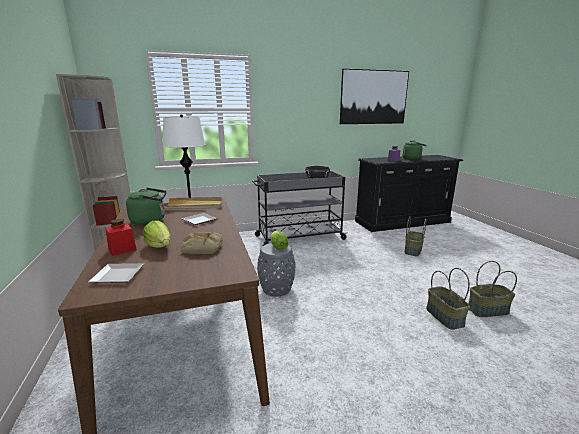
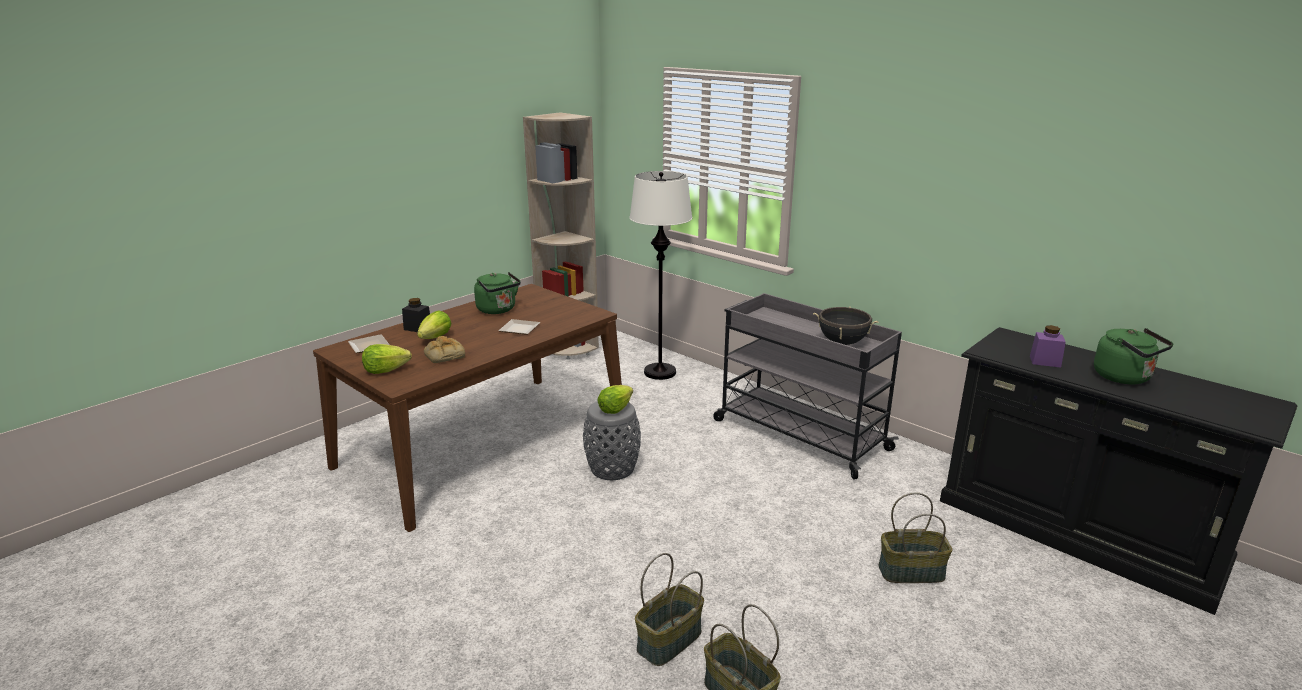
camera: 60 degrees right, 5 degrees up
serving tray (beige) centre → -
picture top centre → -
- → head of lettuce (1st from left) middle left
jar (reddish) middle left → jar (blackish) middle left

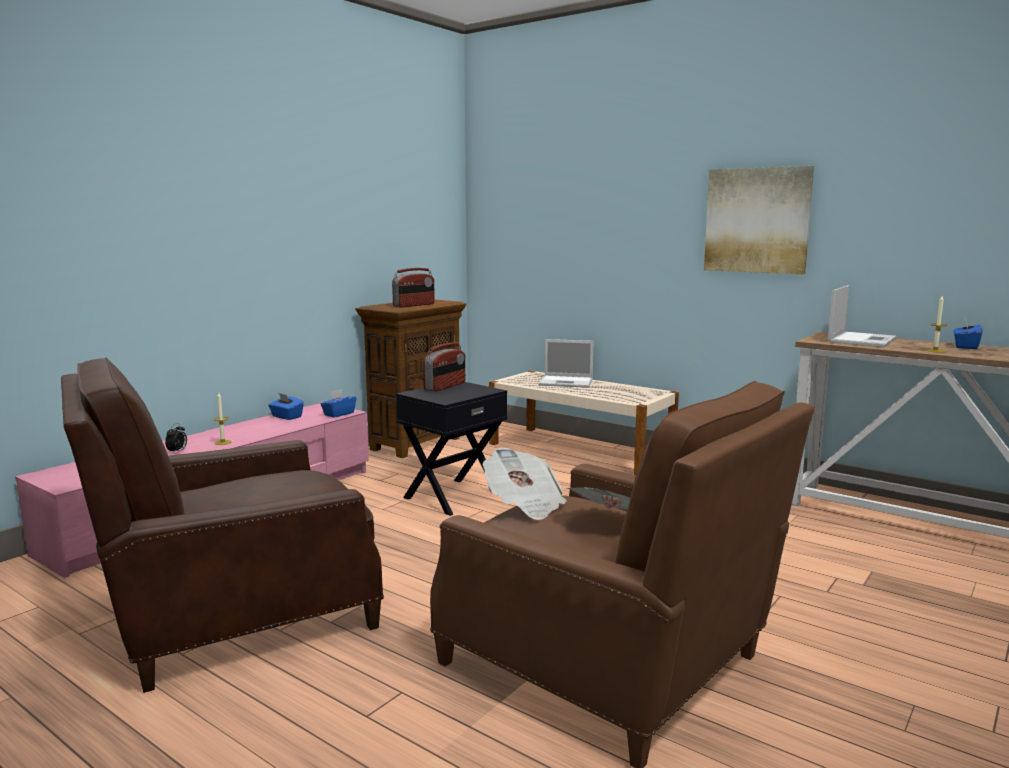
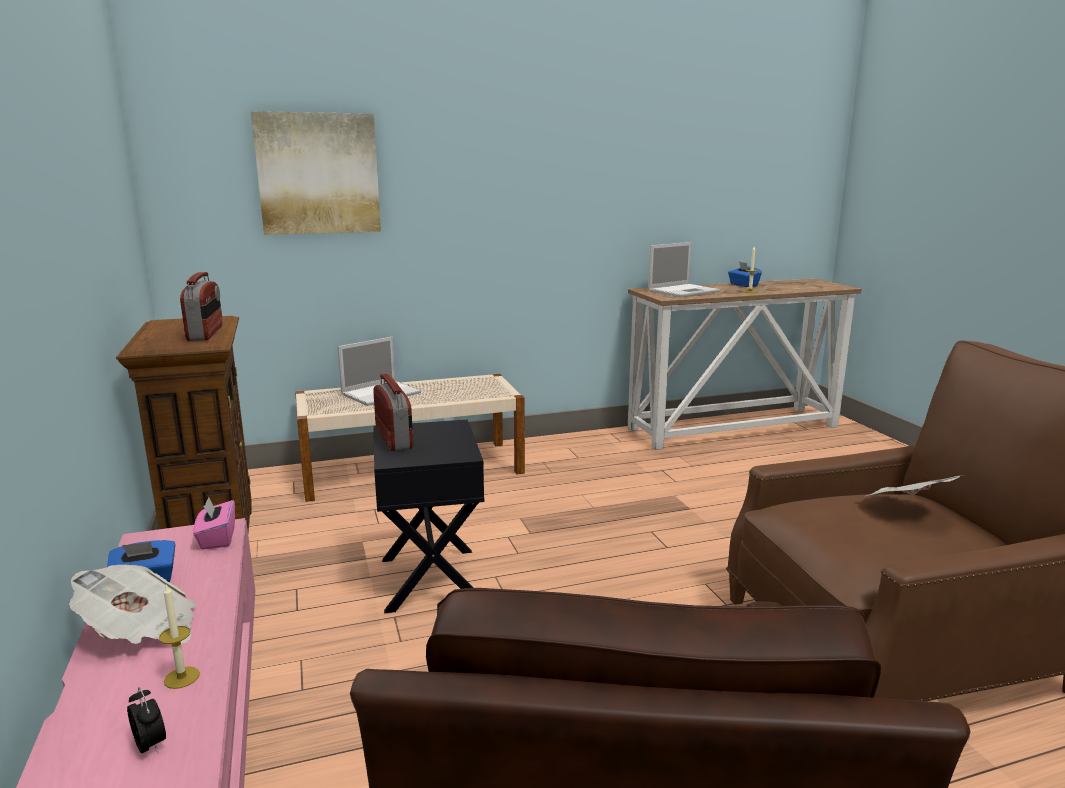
camera: 55 degrees left, 5 degrees up
daily paper (1st from left) centre → daily paper (1st from left) bottom left, moved
picture top right → picture top left, moved
tissue box (blue-coloured) (2nd from left) centre → tissue box (pink-coloured) middle left
notebook computer (2nd from left) middle right → notebook computer (2nd from left) centre, 75 degrees clockwise

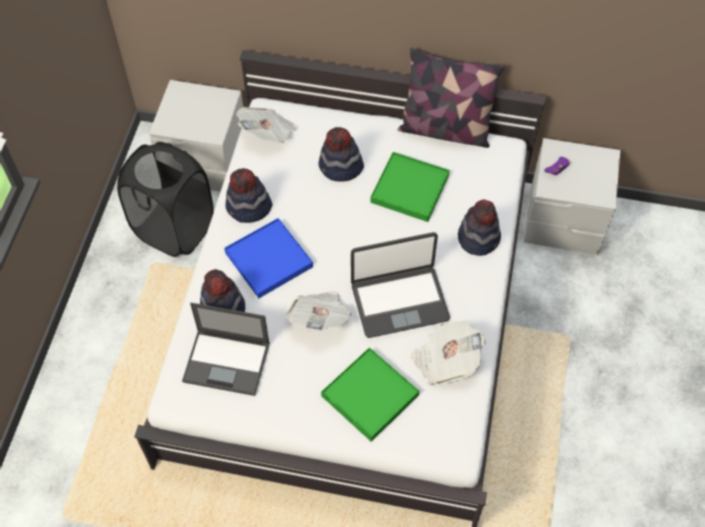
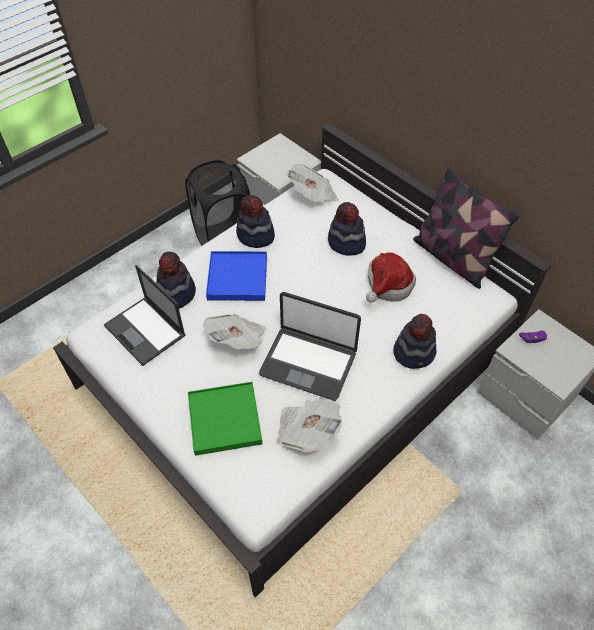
camera: 35 degrees right, 5 degrees down
serving tray (greenish) (2nd from left) centre → hat (4th from left) centre

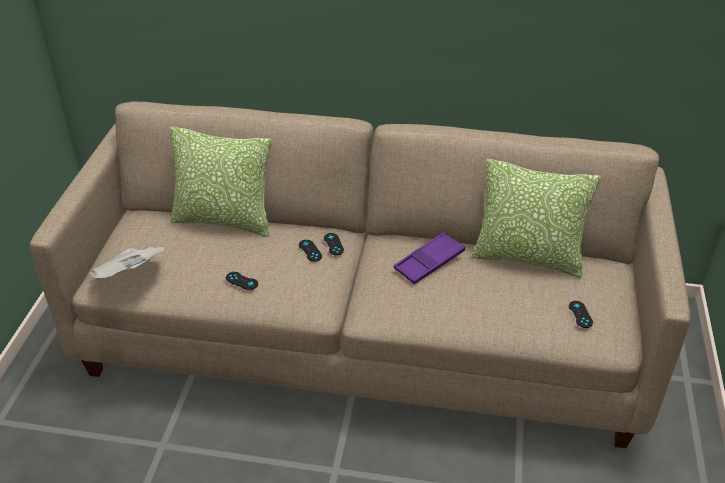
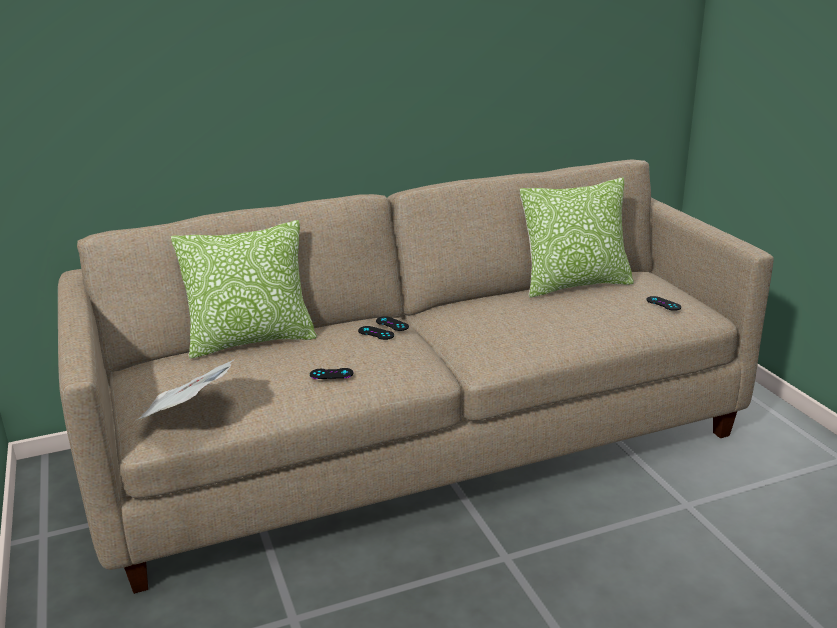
camera: 30 degrees left, 15 degrees down
serving tray (purplish) centre → -

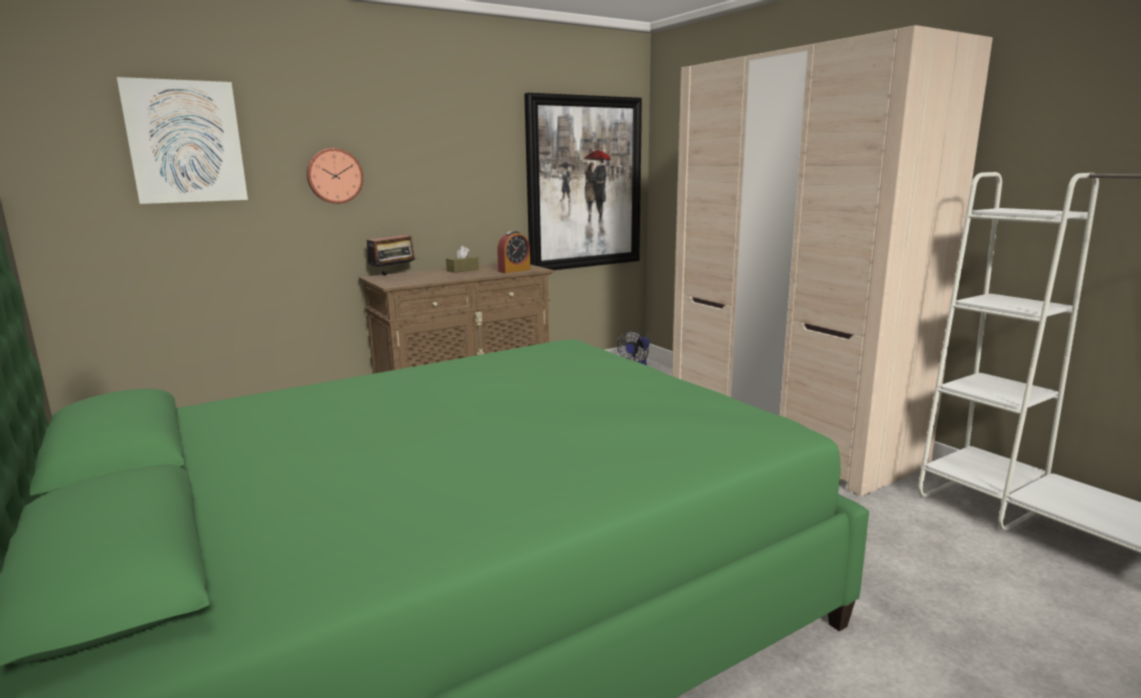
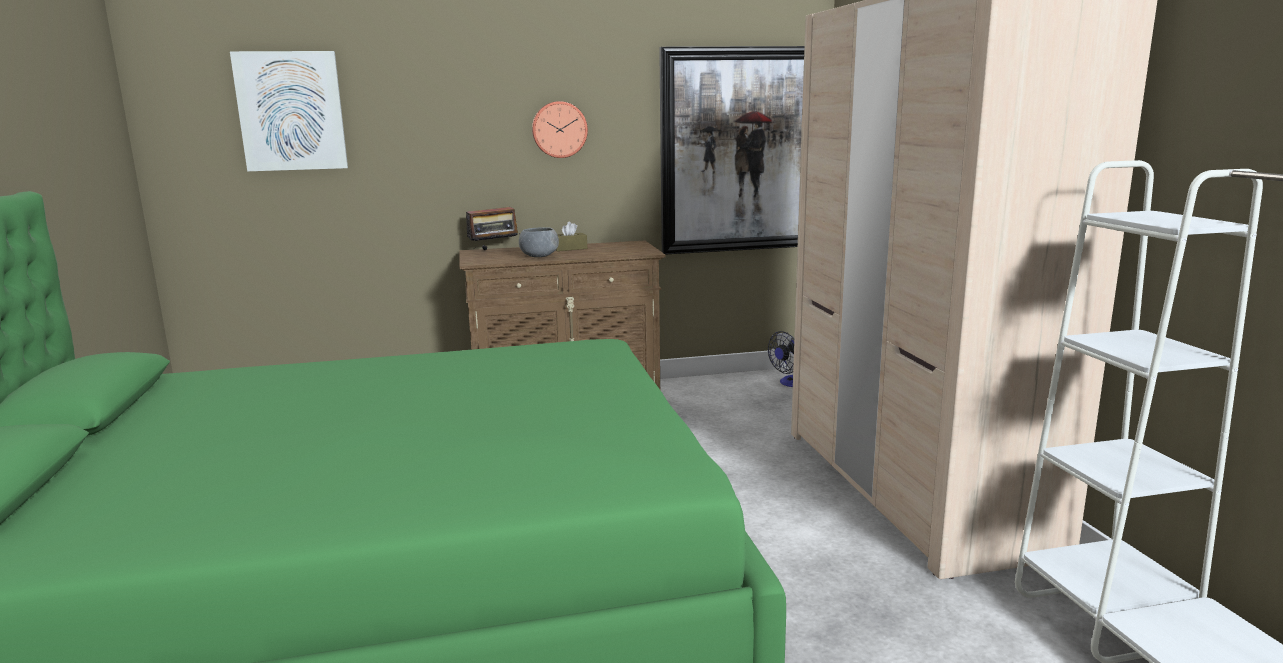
camera: 20 degrees right, 0 degrees up
bedside clock centre → -
- → bowl (greyish) centre
clock on the wall top left → clock on the wall top centre, moved

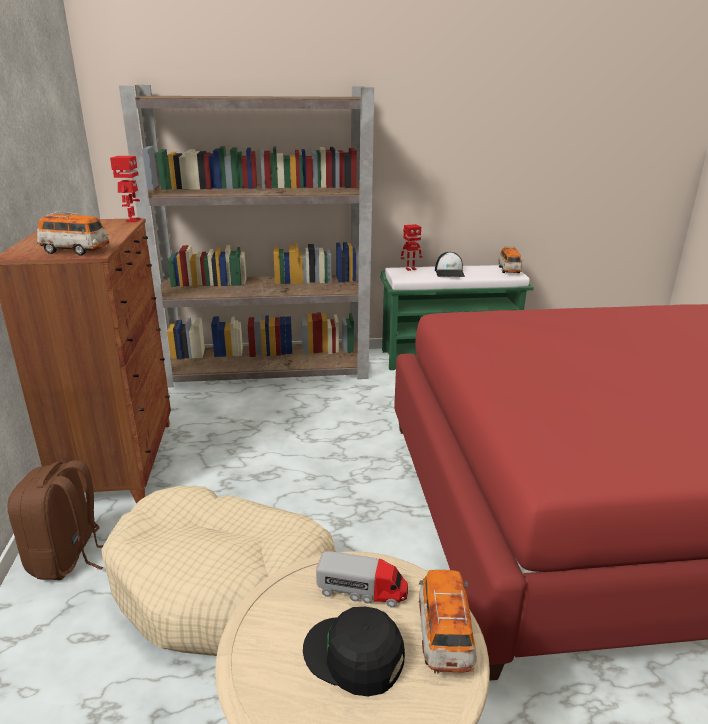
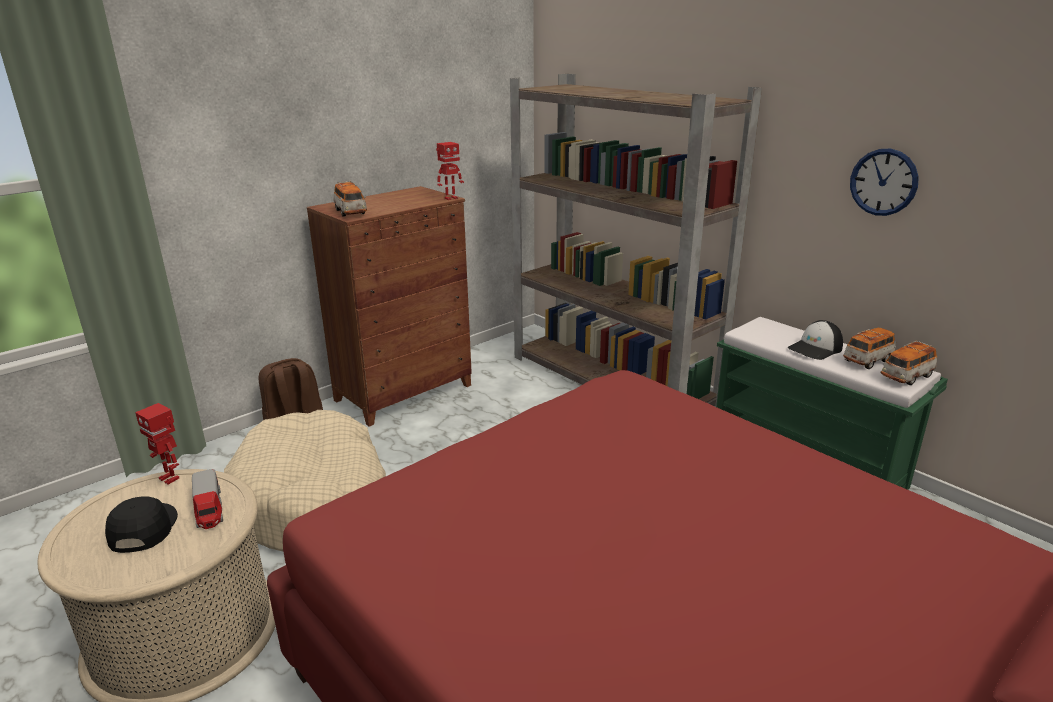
camera: 55 degrees right, 0 degrees up
- → clock on the wall top right
toy robot (2nd from left in the first image) centre → toy robot (1st from left) middle left, moved
model car (2nd from left) bottom centre → model car (2nd from left) middle right, moved

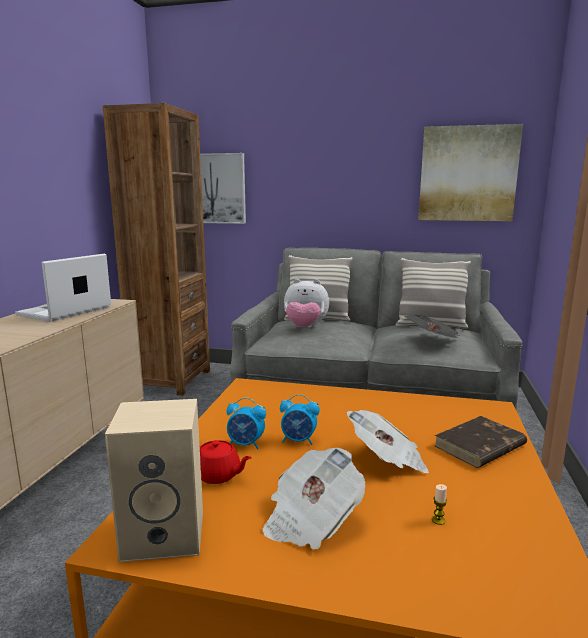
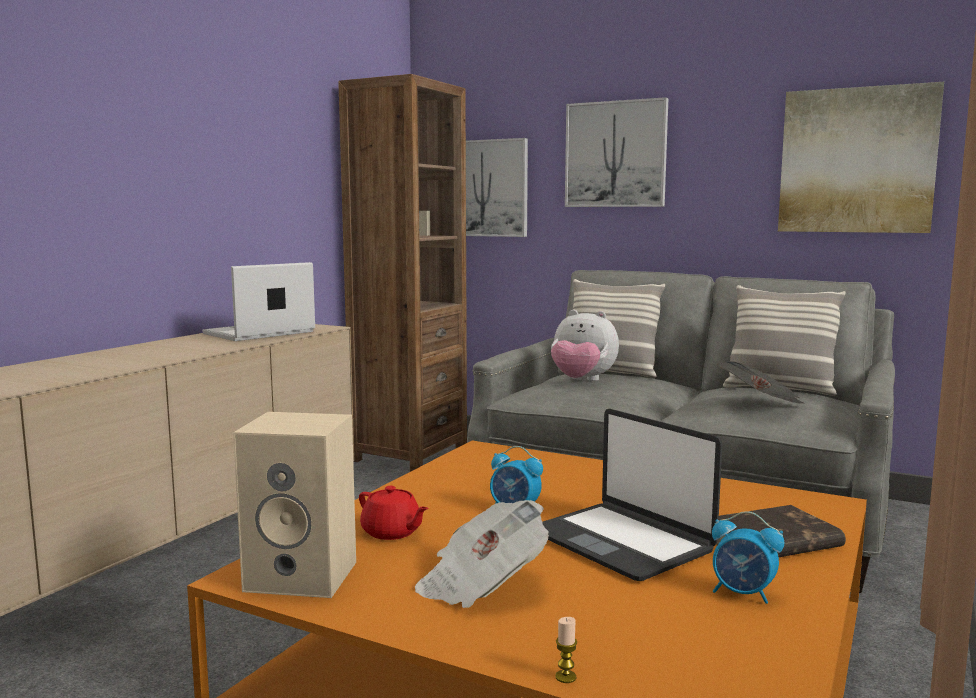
camera: 15 degrees right, 5 degrees down
- → picture (2nd from left) top centre
bedside clock (1st from left in the first image) centre → bedside clock (2nd from left) bottom right, moved
wax light bottom right → wax light bottom centre, moved
daily paper (2nd from left) bottom centre → notebook computer (2nd from left) bottom centre

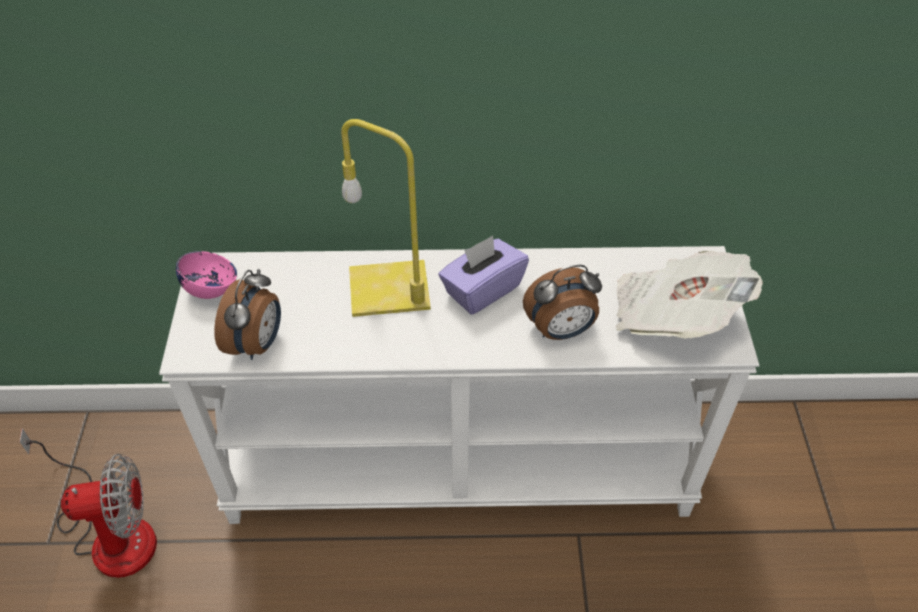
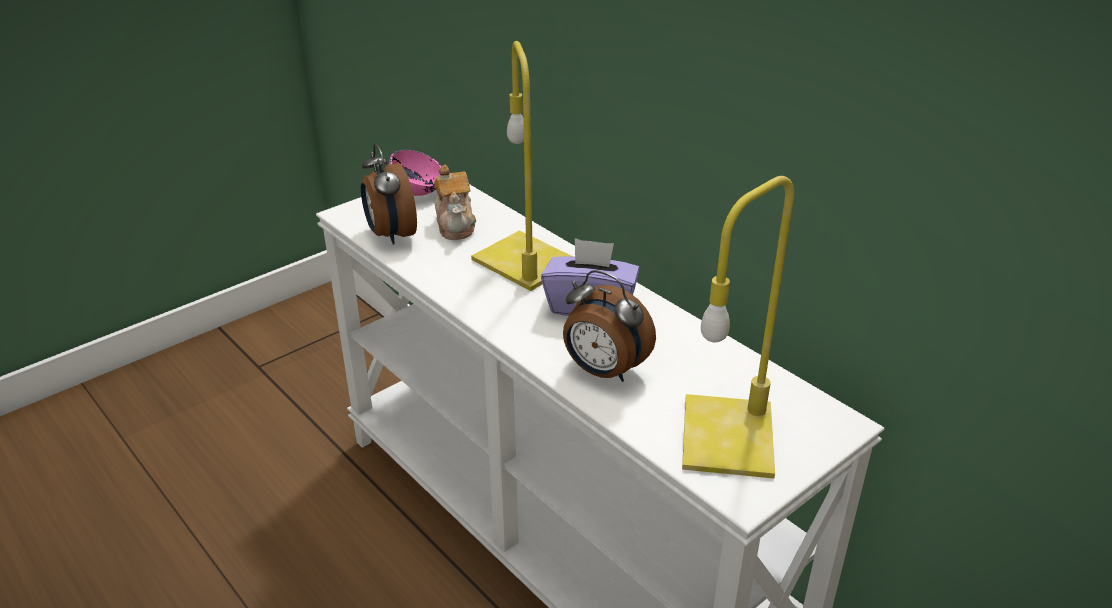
camera: 50 degrees right, 15 degrees down
fan bottom left → -
- → pot for tea top centre
daily paper middle right → table lamp (yellowish) (2nd from left) centre
bedside clock (1st from left) middle left → bedside clock (1st from left) top centre, 90 degrees clockwise

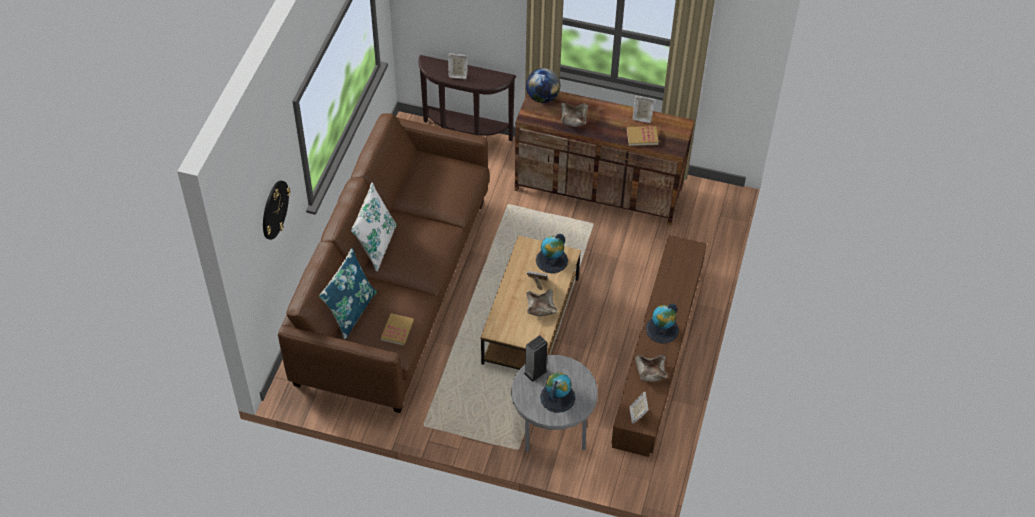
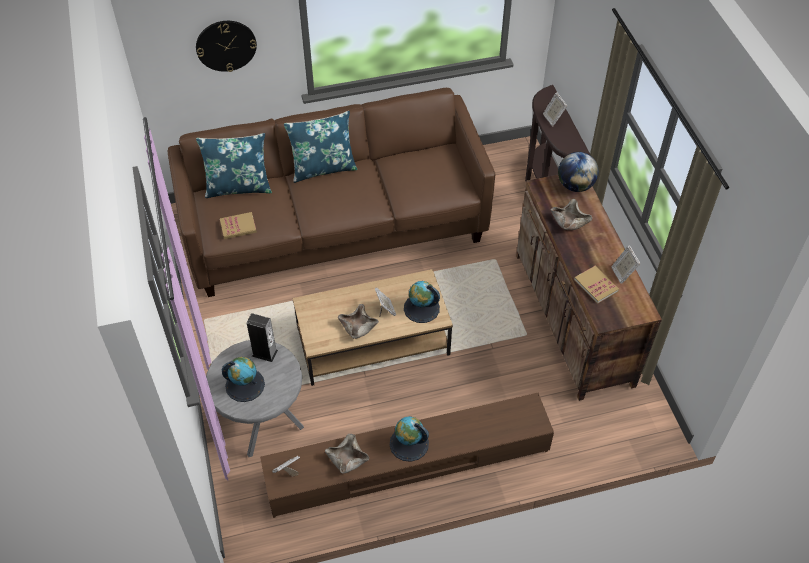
camera: 60 degrees right, 0 degrees up
cushion (whitish) centre → cushion (blue-coloured) (2nd from left) top centre

